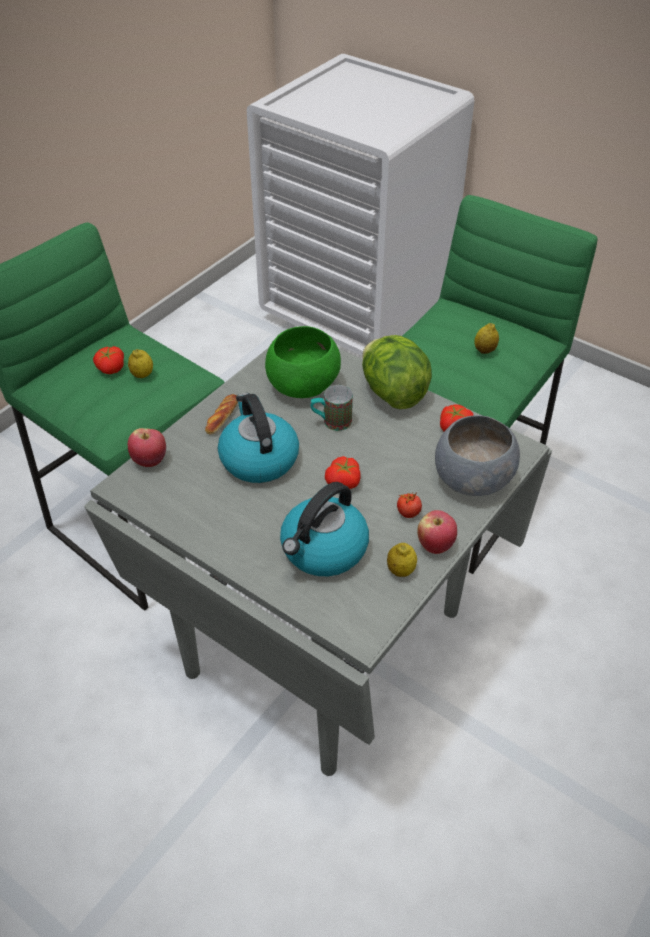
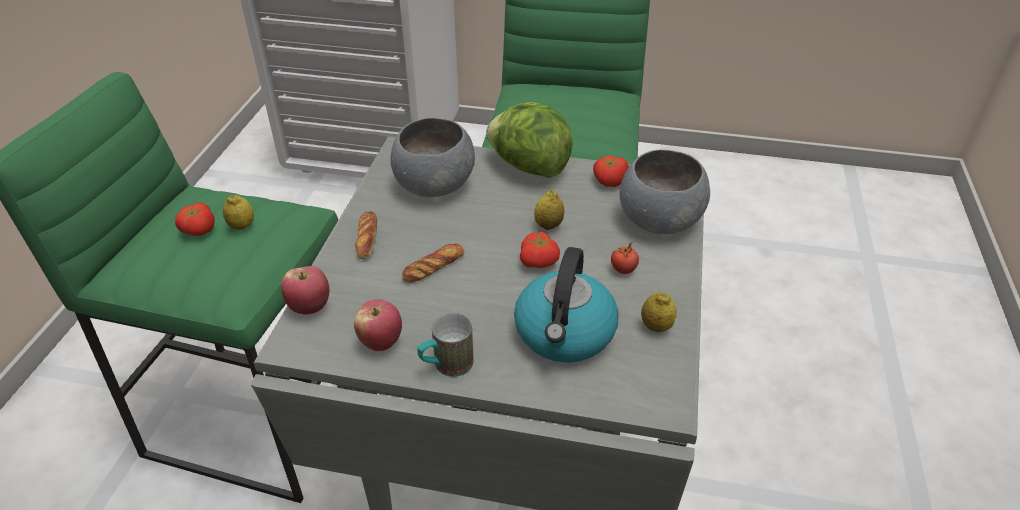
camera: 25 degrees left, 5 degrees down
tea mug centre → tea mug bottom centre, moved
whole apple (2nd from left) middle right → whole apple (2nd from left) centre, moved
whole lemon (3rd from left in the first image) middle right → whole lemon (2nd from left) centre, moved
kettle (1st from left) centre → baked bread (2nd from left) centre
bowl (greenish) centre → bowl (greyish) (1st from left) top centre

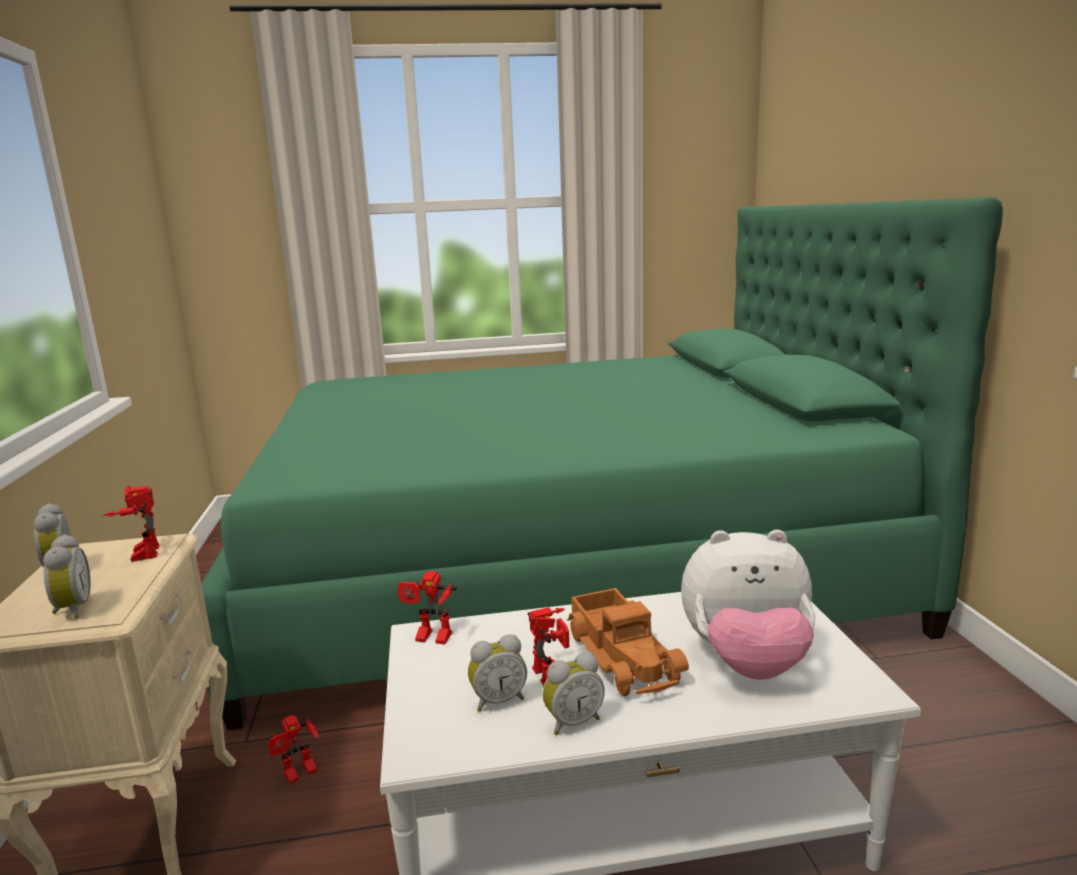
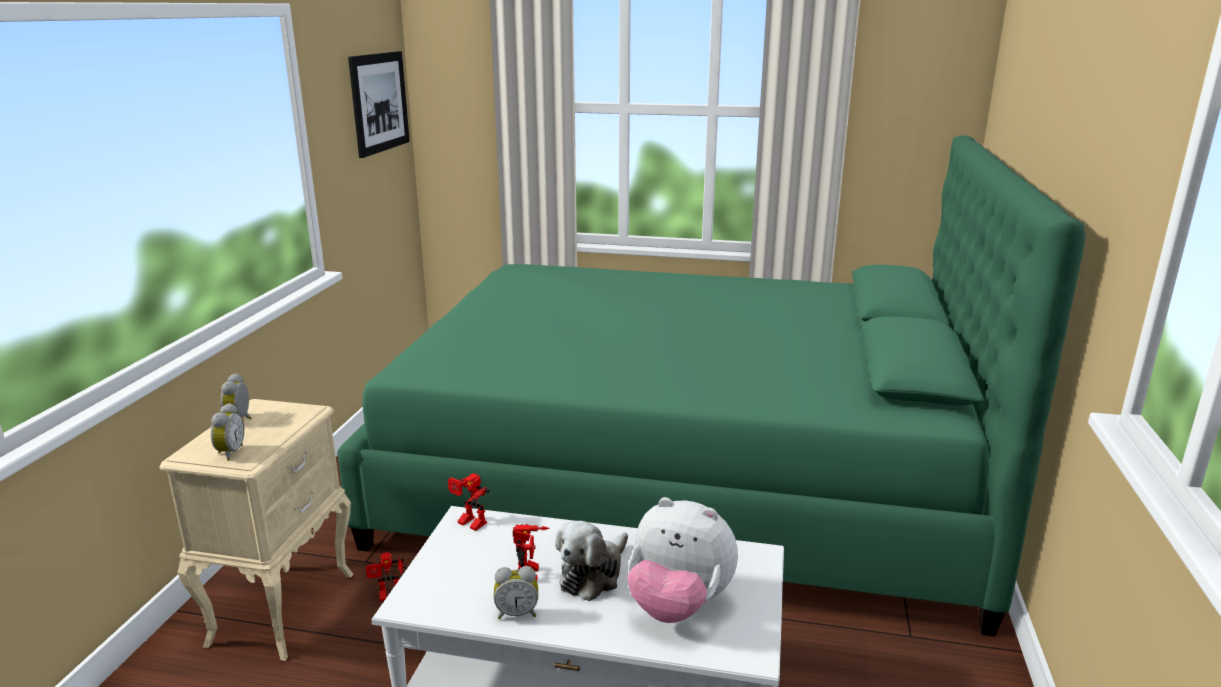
camera: 20 degrees right, 5 degrees up
toy robot (1st from left) middle left → -
bedside clock (3rd from left) bottom centre → -
- → picture top left
toy lorry bottom centre → plush toy (1st from left) bottom centre

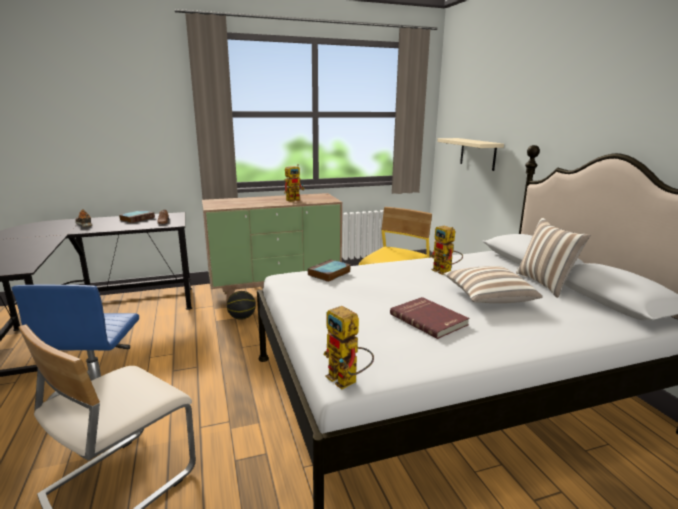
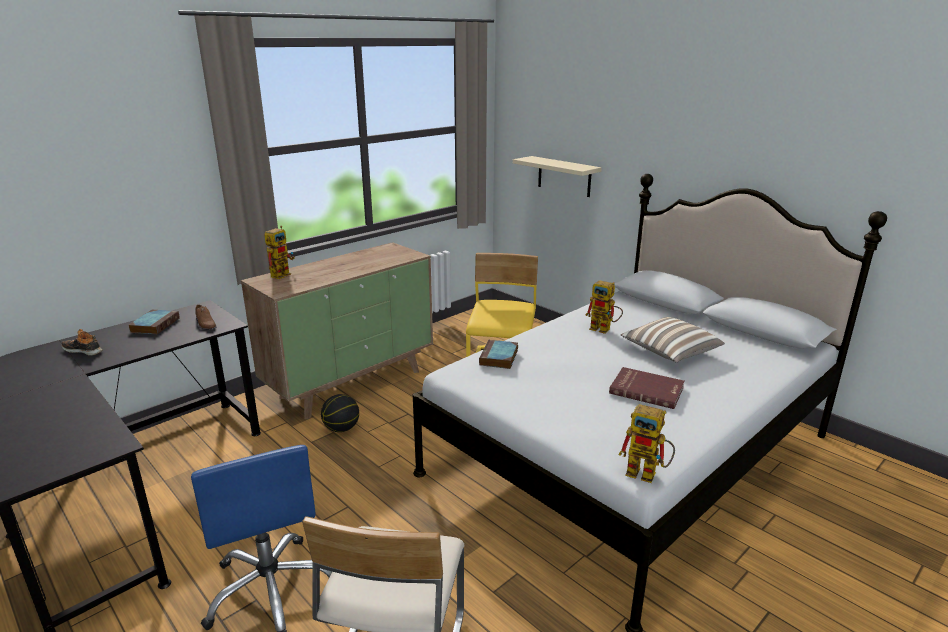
camera: 25 degrees left, 5 degrees up
cushion (2nd from left) middle right → -
toy robot (1st from left) centre → toy robot (1st from left) middle left, moved

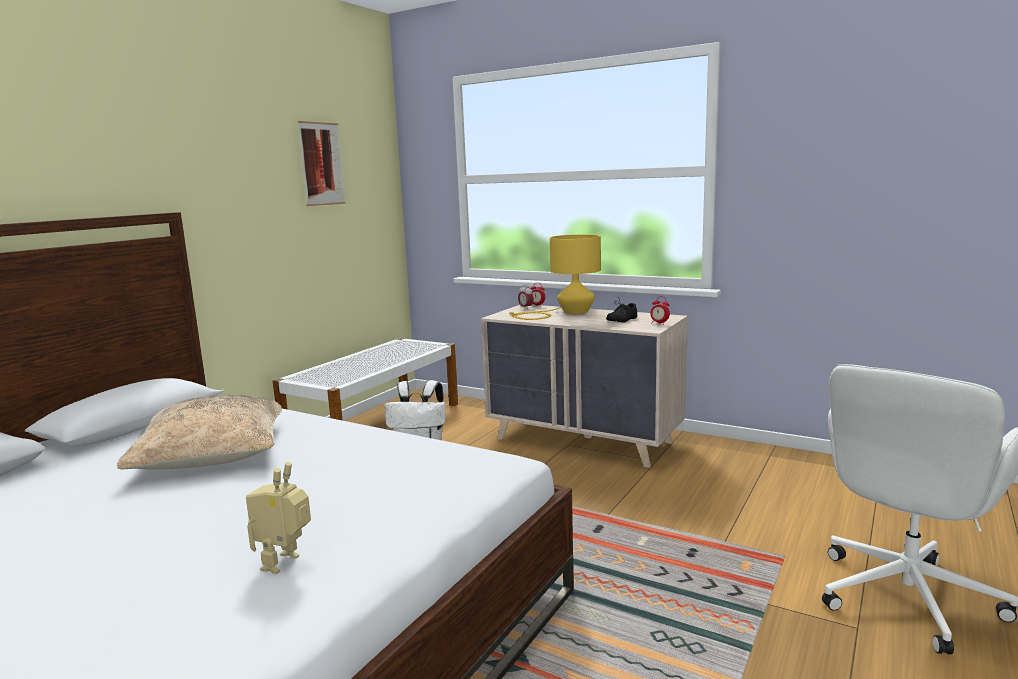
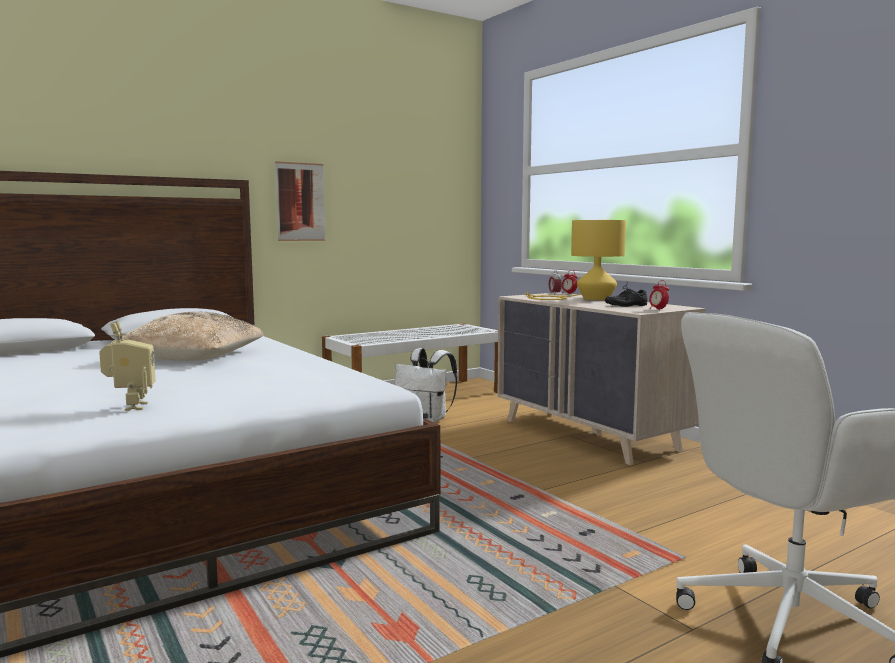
camera: 25 degrees right, 5 degrees down
picture top left → picture top centre, moved
toy robot bottom left → toy robot middle left, 120 degrees clockwise

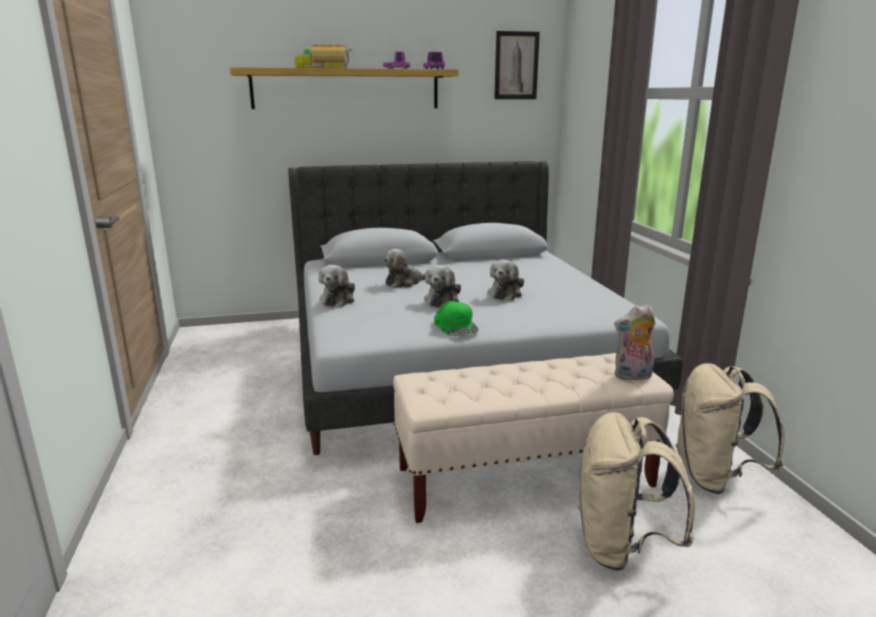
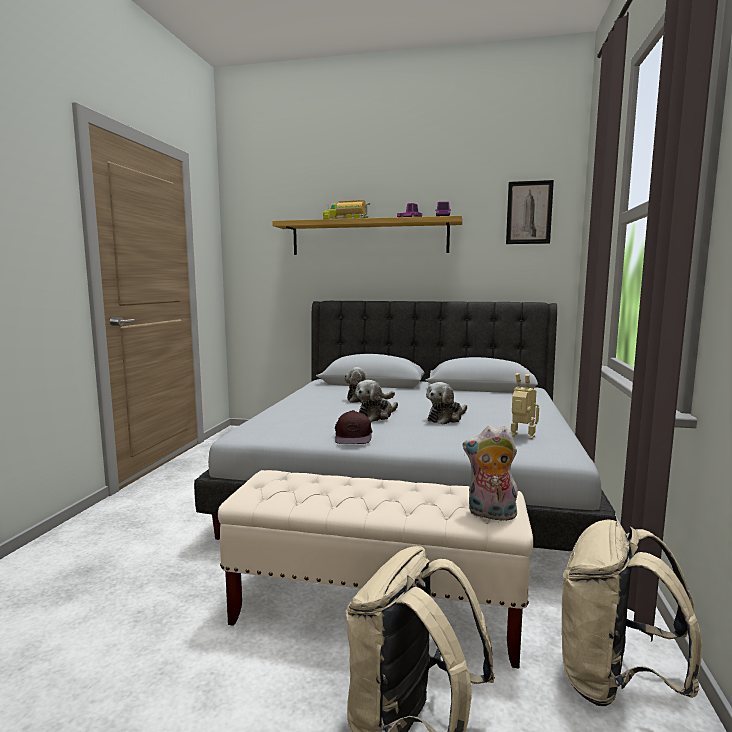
camera: 25 degrees right, 10 degrees down
plush toy (1st from left) centre → -
- → toy robot middle right
cap (greenish) centre → cap (brown) centre

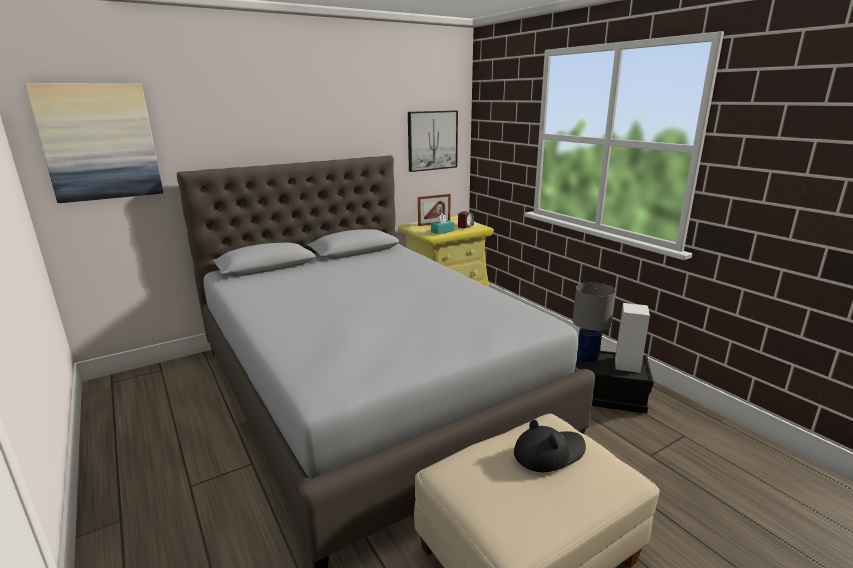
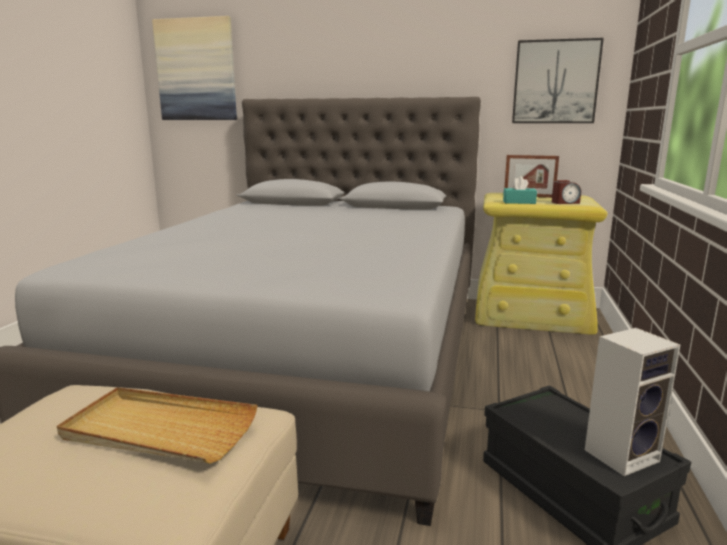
camera: 45 degrees right, 5 degrees down
table lamp (greyish) middle right → -
hat (blackish) bottom centre → serving tray (beige) bottom left

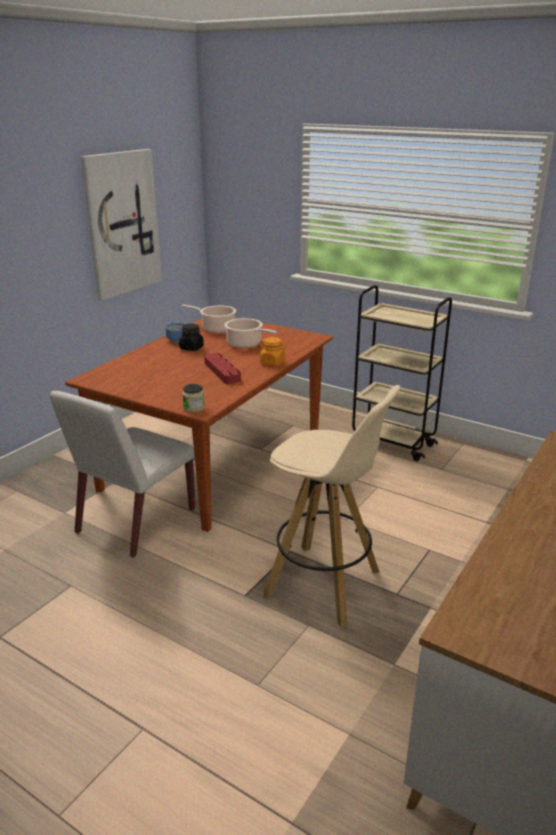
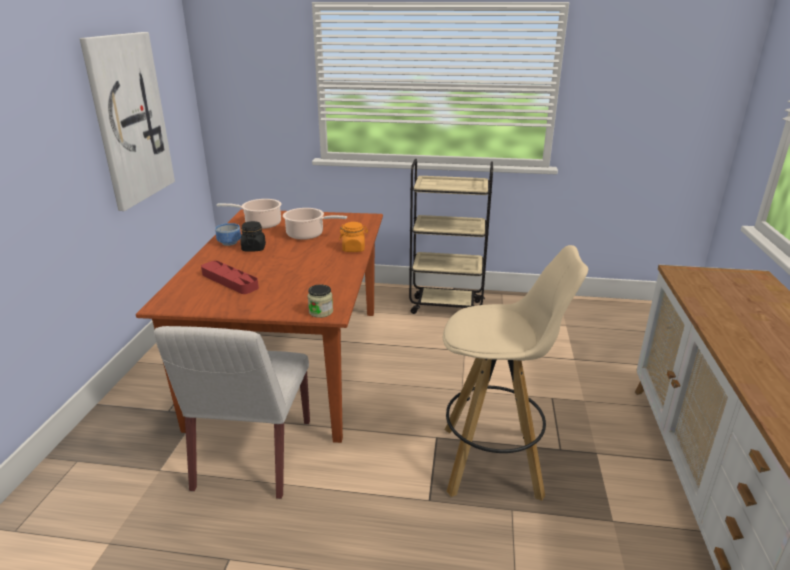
camera: 25 degrees left, 0 degrees up
serving tray (reddish) centre → serving tray (reddish) middle left, moved

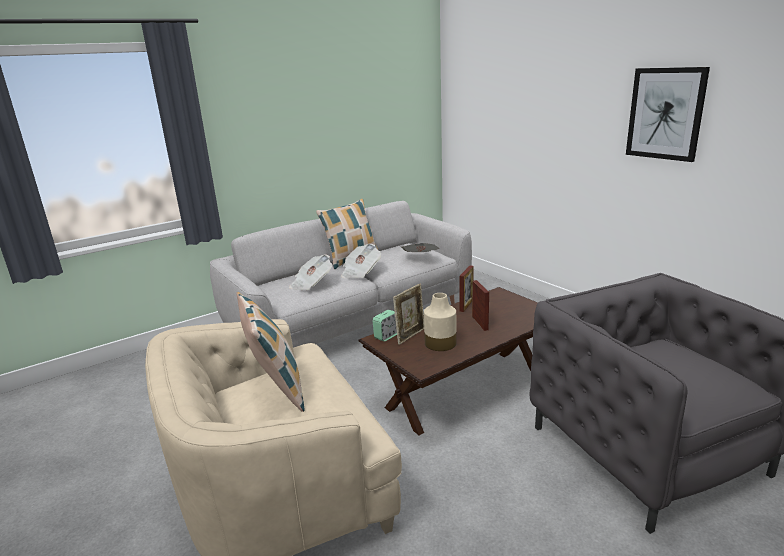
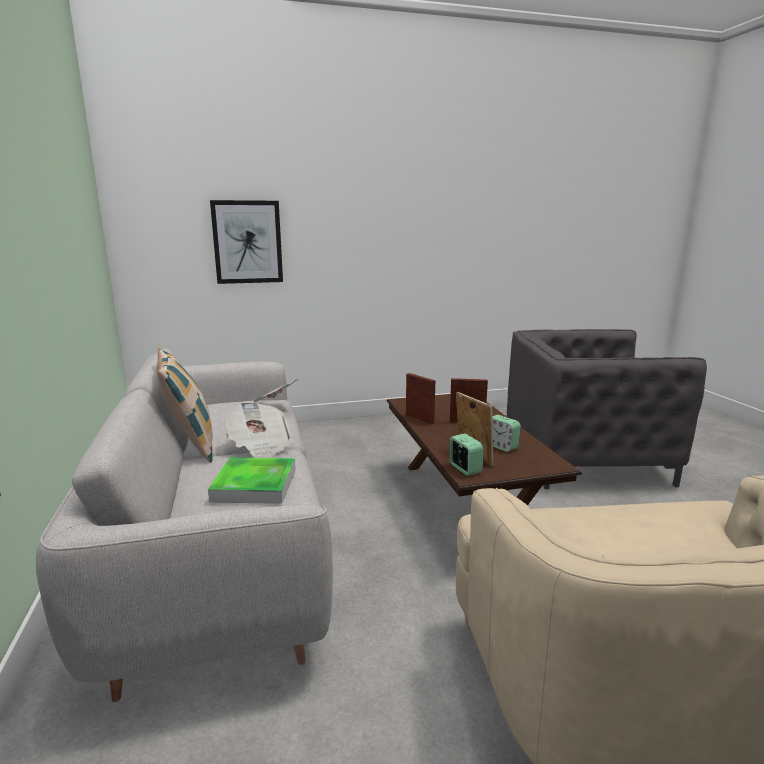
camera: 70 degrees left, 5 degrees down
cushion (1st from left) centre → -
picture top right → picture top left, moved
daily paper (1st from left) centre → serving tray middle left
vase (beige) centre → bedside clock (2nd from left) centre

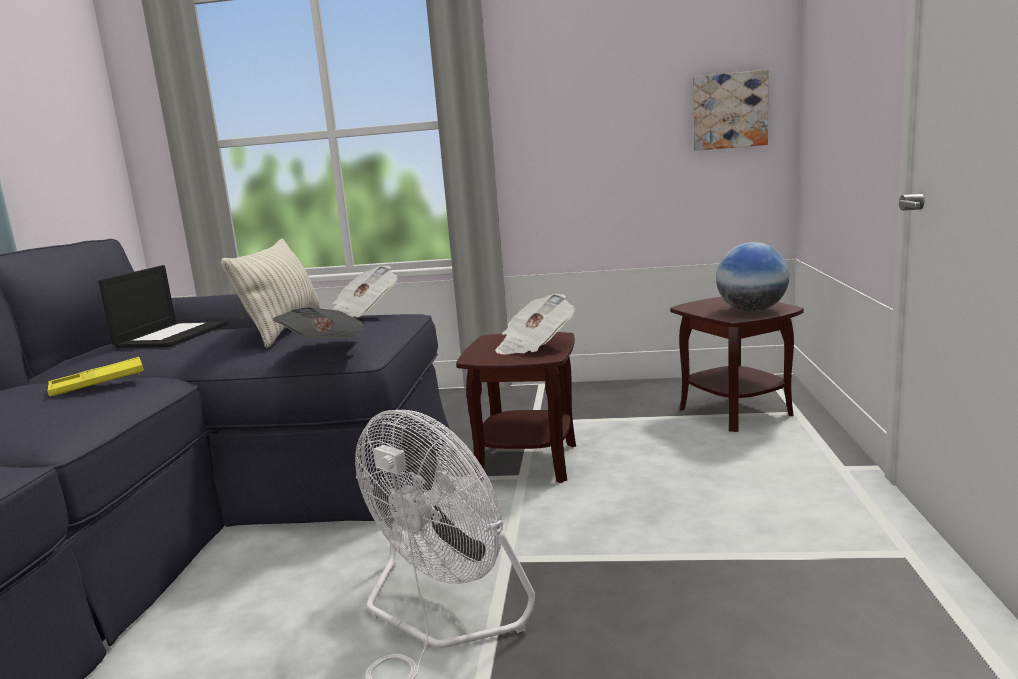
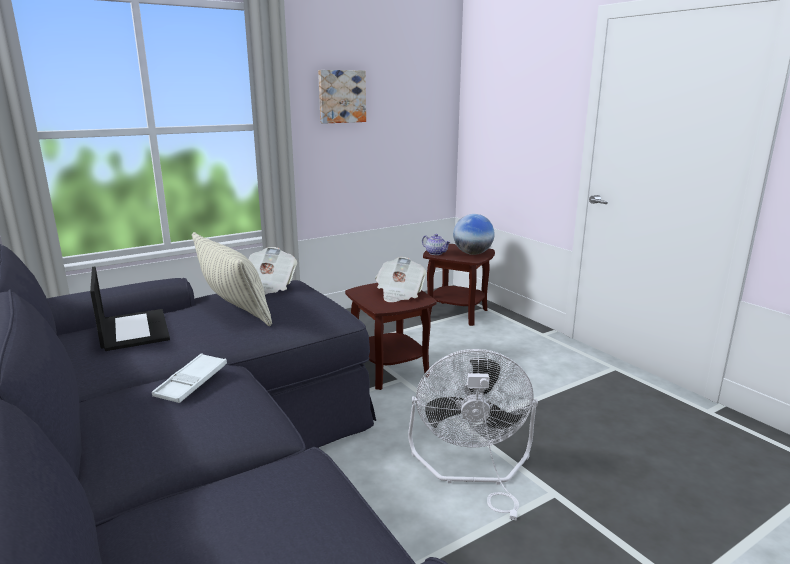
camera: 40 degrees left, 5 degrees up
daily paper (1st from left) middle left → -
- → pot for tea centre
picture top right → picture top centre, moved
serving tray (yellowish) middle left → serving tray (whitish) bottom left

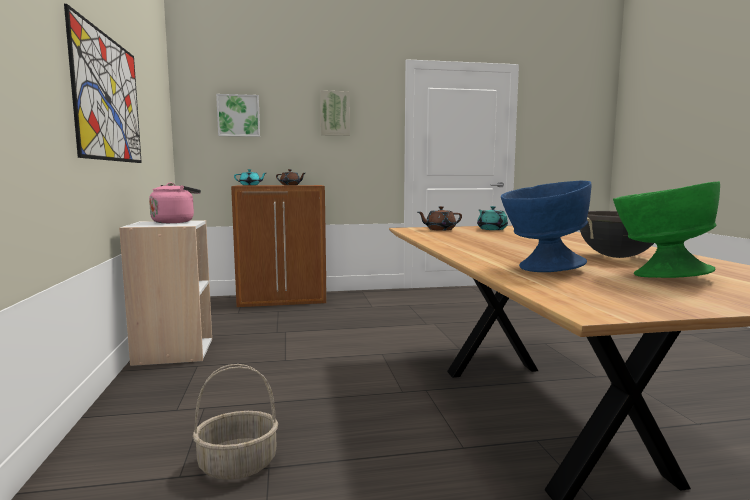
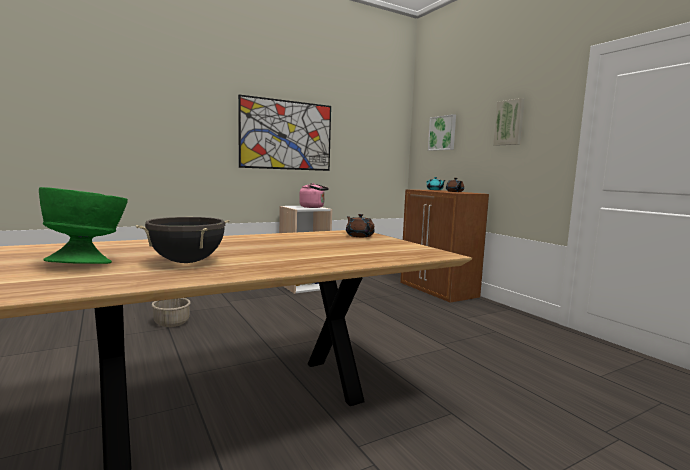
camera: 70 degrees right, 0 degrees up
pot for tea (turquoise-coloured) (2nd from left) centre → -
bowl (blue-coloured) middle right → -

